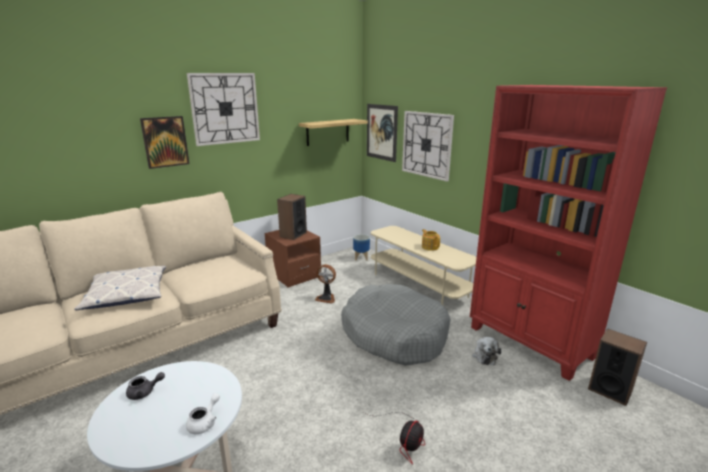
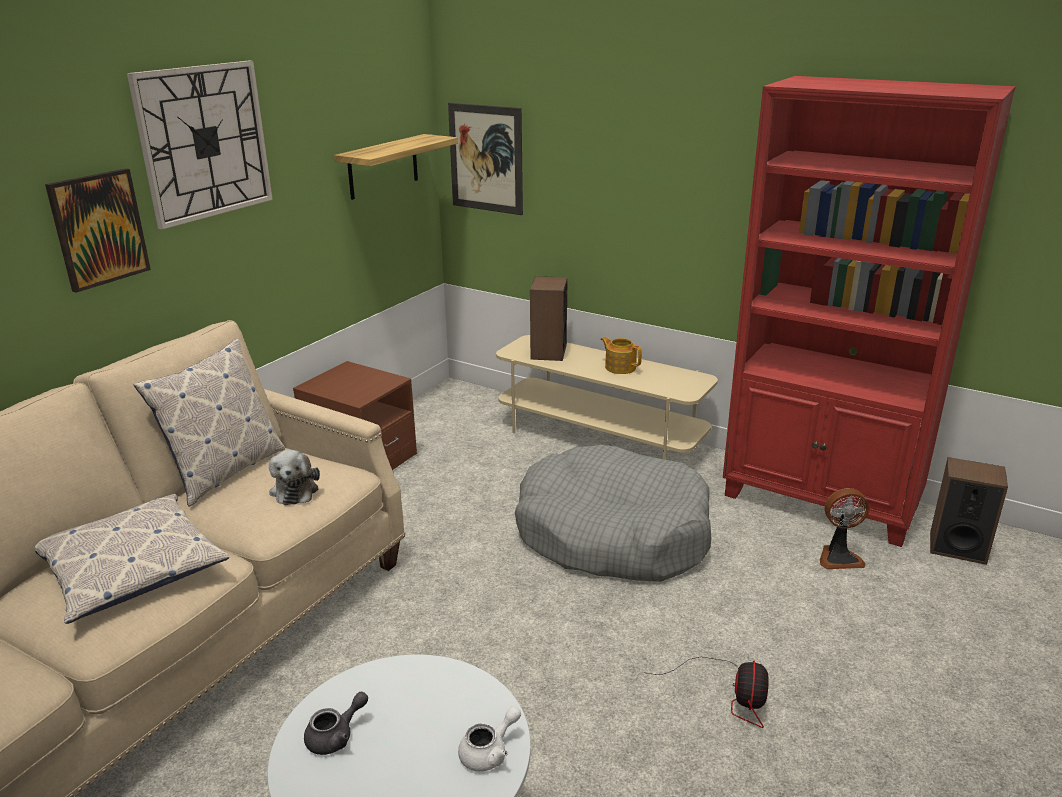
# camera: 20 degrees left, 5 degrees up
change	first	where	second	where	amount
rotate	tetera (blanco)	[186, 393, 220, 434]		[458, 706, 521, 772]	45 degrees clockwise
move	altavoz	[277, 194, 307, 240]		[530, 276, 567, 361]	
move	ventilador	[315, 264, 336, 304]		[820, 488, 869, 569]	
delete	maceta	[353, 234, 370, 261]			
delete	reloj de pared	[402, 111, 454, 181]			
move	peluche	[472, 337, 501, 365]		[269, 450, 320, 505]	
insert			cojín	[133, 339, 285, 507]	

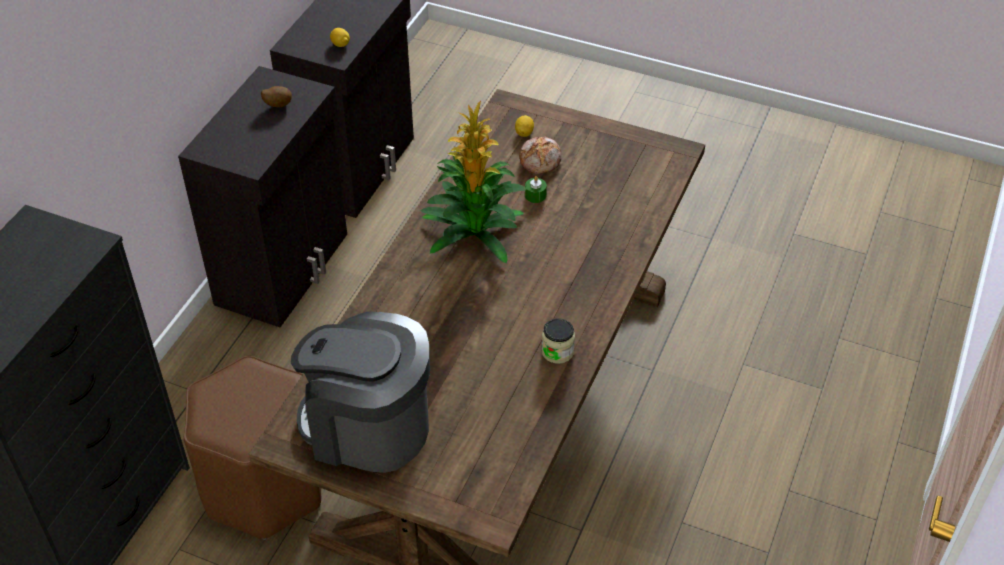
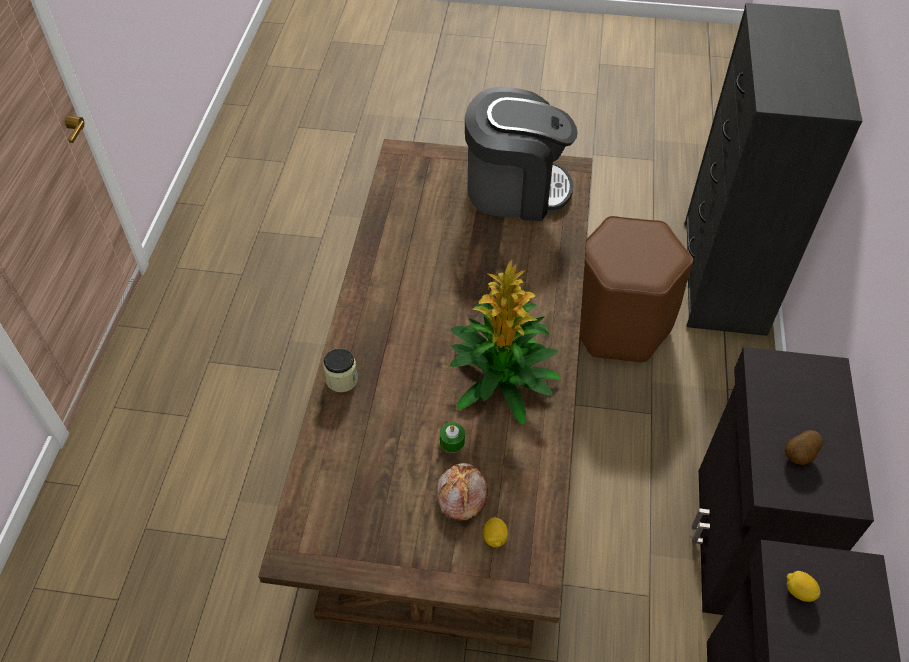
# camera: 165 degrees right, 5 degrees up
change	first	where	second	where	amount
move	tarro	[541, 318, 575, 364]		[323, 348, 358, 392]	

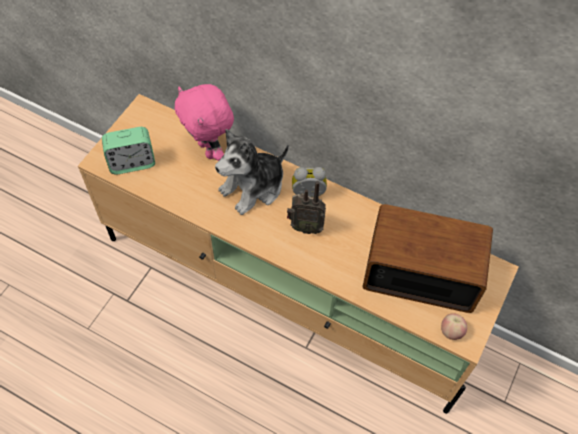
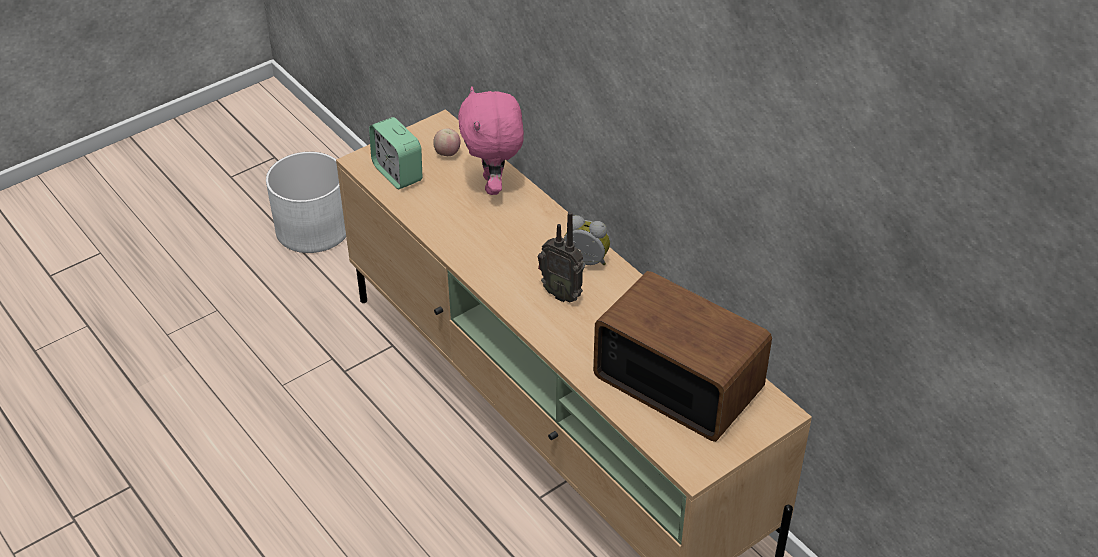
# camera: 25 degrees right, 15 degrees down
change	first	where	second	where	amount
rotate	despertador	[102, 127, 155, 175]		[369, 117, 422, 189]	45 degrees clockwise
delete	peluche	[215, 129, 289, 215]			
move	manzana	[441, 313, 467, 340]		[433, 128, 461, 156]	
insert			maceta (blanco)	[266, 152, 346, 253]	

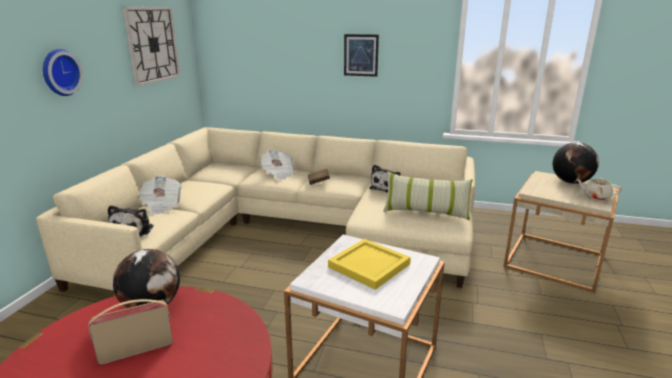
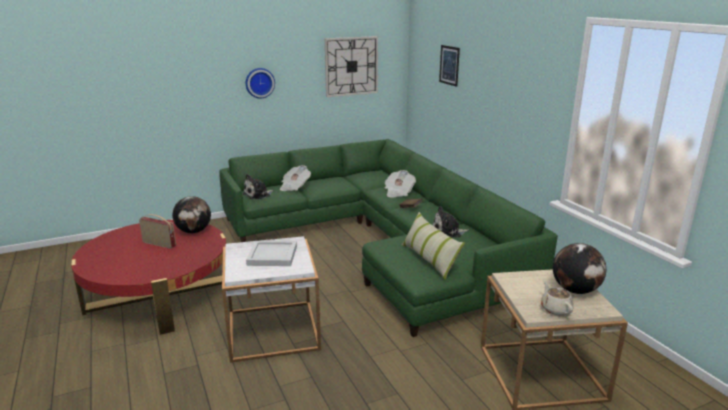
# camera: 50 degrees right, 0 degrees up
change	first	where	second	where	amount
recolor	sofá (beis)	[36, 127, 476, 292]	sofá (verde)	[219, 139, 558, 337]	
recolor	bandeja (amarillo)	[328, 239, 411, 290]	bandeja (blanco)	[246, 241, 297, 266]	
move	cuadro	[344, 34, 379, 77]		[439, 45, 460, 87]	

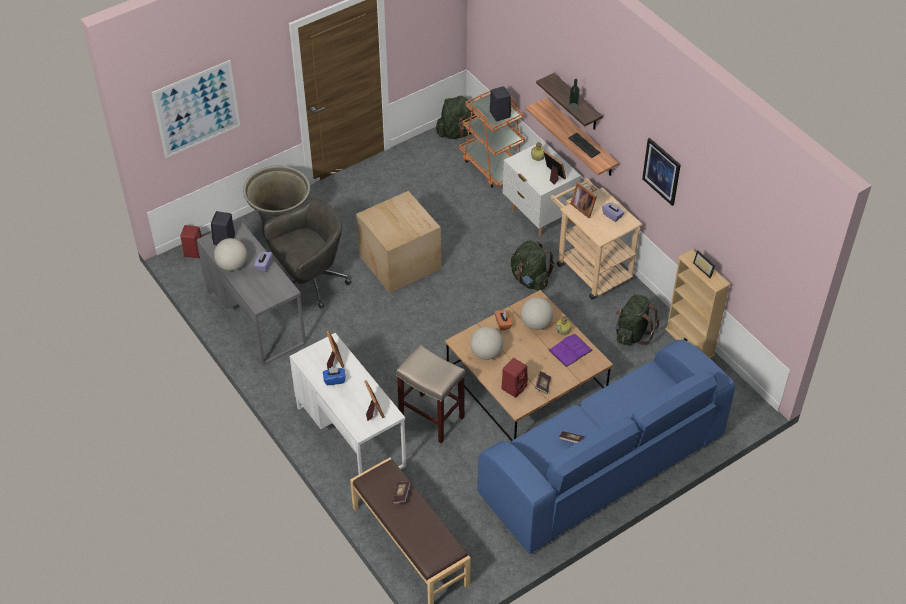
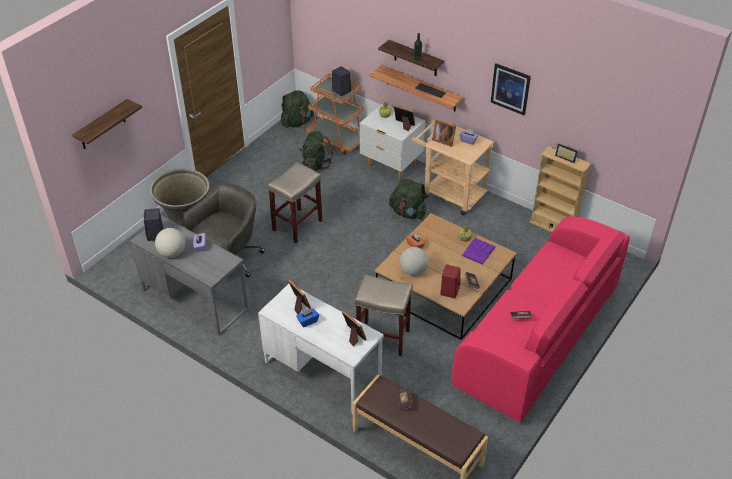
# camera: 20 degrees left, 5 degrees down
change	first	where	second	where	amount
replace	cuadro	[151, 60, 240, 158]	estante	[72, 99, 142, 149]	
delete	altavoz (rojo)	[180, 225, 202, 258]			
replace	caja de cartón	[356, 191, 441, 293]	taburete (beis)	[268, 162, 322, 243]	
recolor	sofá (azul)	[477, 340, 735, 554]	sofá (rosa)	[451, 216, 630, 423]	
delete	globo terráqueo	[521, 297, 553, 330]			
move	mochila (verde)	[616, 294, 659, 346]		[299, 131, 333, 171]	

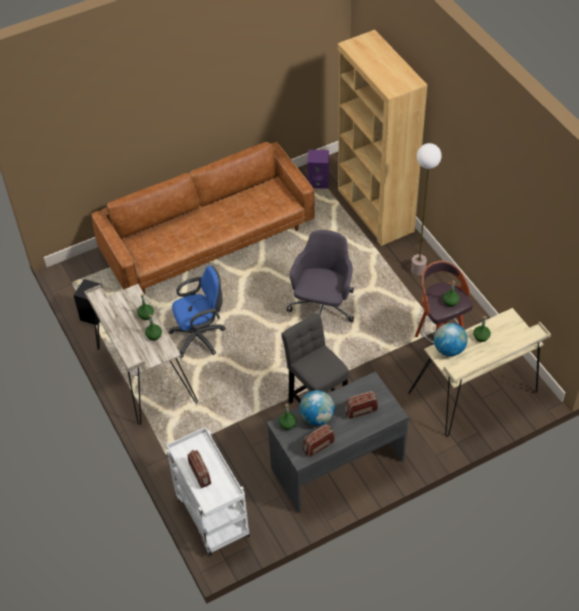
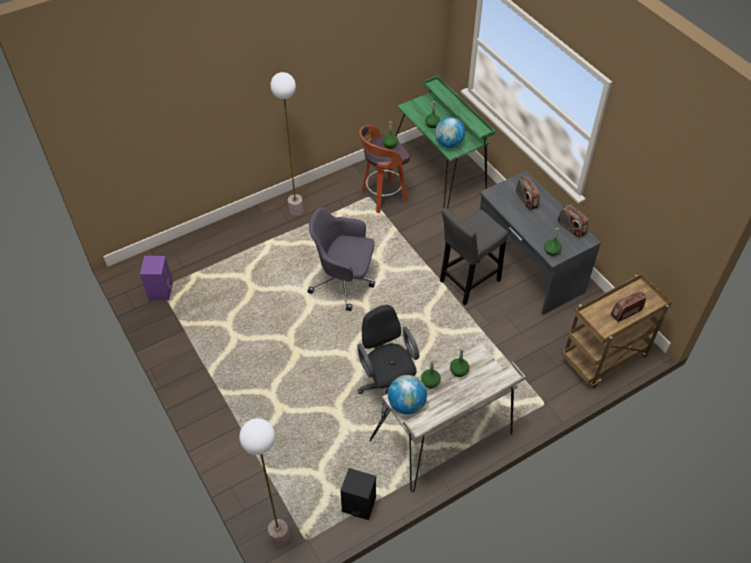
# camera: 95 degrees left, 0 degrees up
change	first	where	second	where	amount
delete	sofá (marrón)	[91, 142, 315, 294]			
recolor	carrito (blanco)	[166, 427, 250, 556]	carrito (marrón)	[561, 273, 672, 388]	
recolor	silla de oficina (azul)	[168, 266, 226, 358]	silla de oficina (negro)	[358, 305, 419, 417]	
move	globo terráqueo	[299, 390, 335, 425]		[388, 375, 427, 414]	
delete	estantería (marrón)	[338, 30, 427, 246]			
recolor	escritorio (beis)	[408, 308, 551, 437]	escritorio (verde)	[396, 76, 495, 208]	
insert			lámpara de pie	[239, 418, 289, 546]	

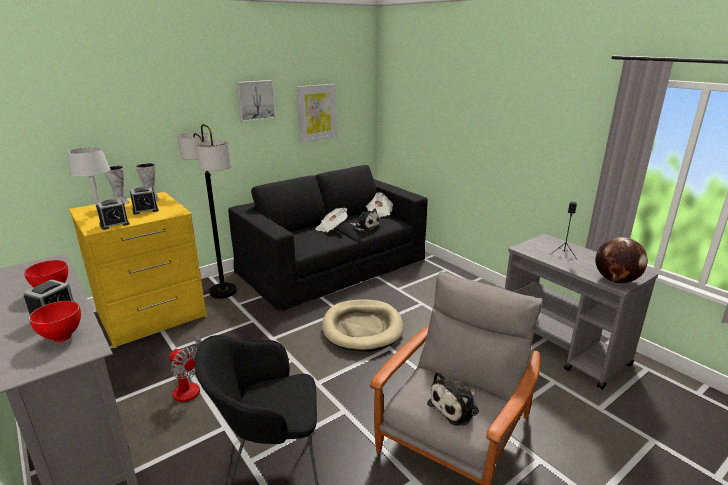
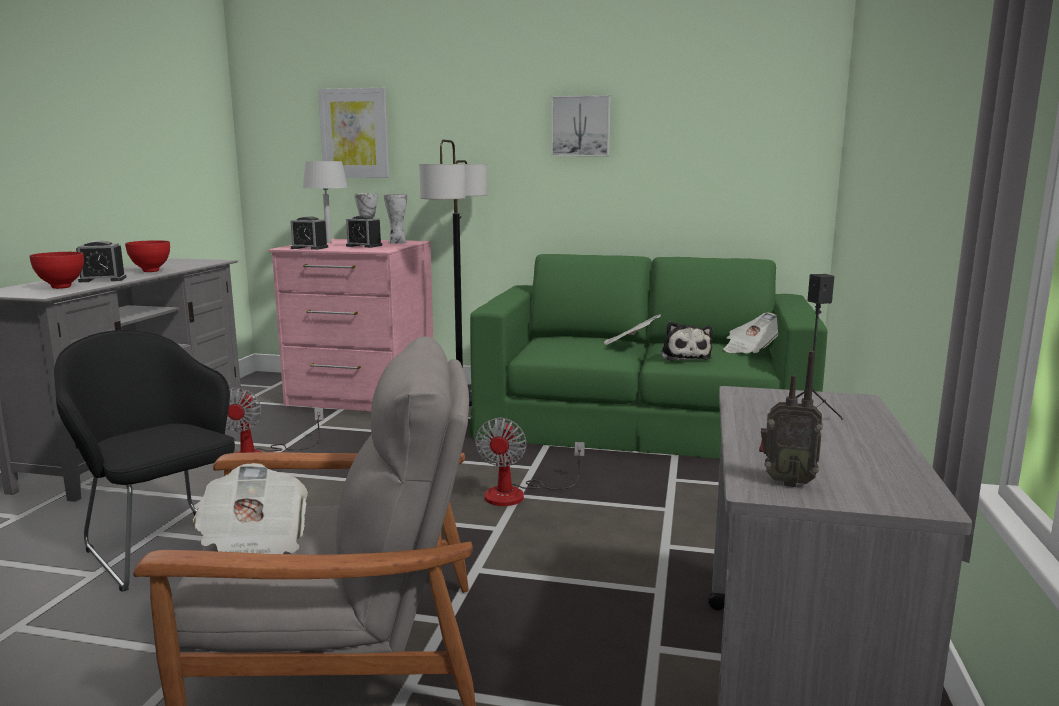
# camera: 50 degrees right, 10 degrees down
change	first	where	second	where	amount
recolor	cómoda (amarillo)	[69, 192, 207, 348]	cómoda (rosa)	[269, 239, 433, 411]	
recolor	sofá (negro)	[228, 165, 428, 311]	sofá (verde)	[470, 254, 827, 459]	
move	cuadro	[297, 84, 337, 143]		[318, 88, 389, 178]	
replace	cama para perro (beis)	[322, 299, 403, 351]	ventilador	[475, 418, 585, 506]	
replace	peluche	[427, 371, 479, 426]	periódico	[193, 463, 308, 554]	
replace	globo terráqueo	[595, 237, 648, 283]	radio	[759, 351, 823, 487]	

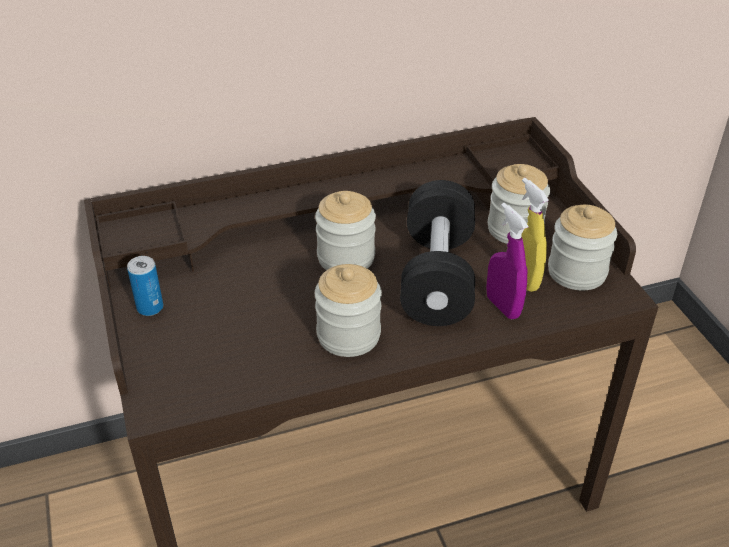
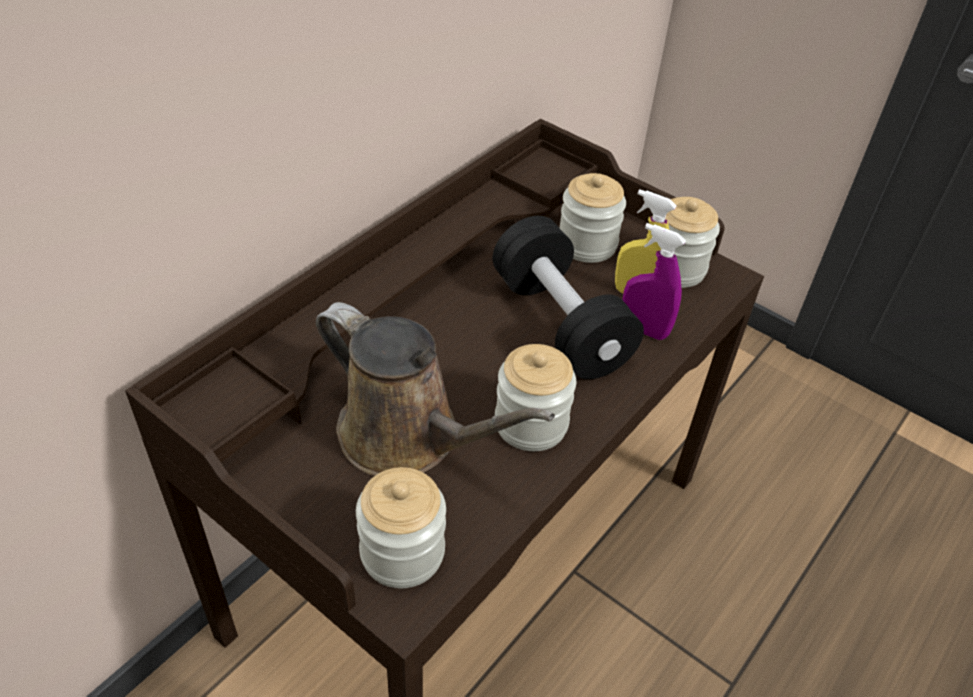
# camera: 35 degrees left, 5 degrees up
change	first	where	second	where	amount
delete	lata	[127, 256, 163, 316]			
move	tarro	[315, 191, 376, 270]		[356, 467, 446, 588]	
insert			regadera (marrón)	[316, 302, 555, 476]	

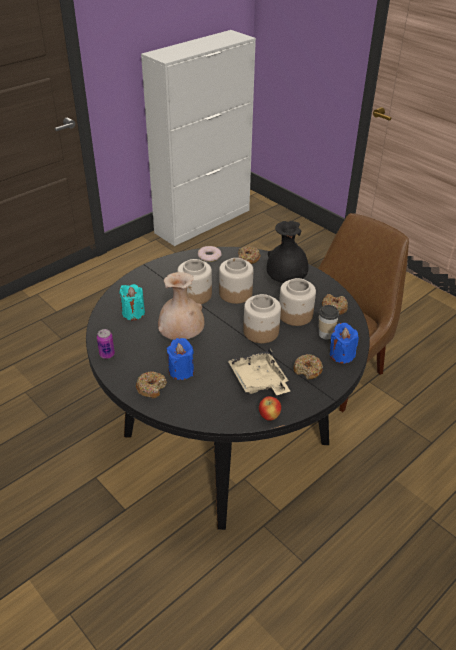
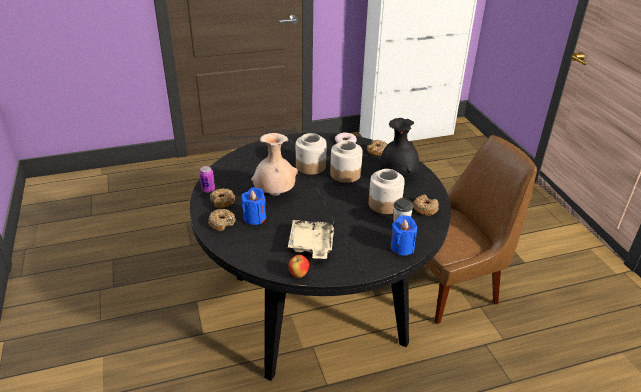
# camera: 25 degrees right, 5 degrees down
change	first	where	second	where	amount
delete	vela (turquesa)	[119, 284, 145, 320]			
delete	tarro	[243, 294, 281, 343]			
move	rosquilla	[294, 354, 323, 380]		[210, 188, 235, 208]	

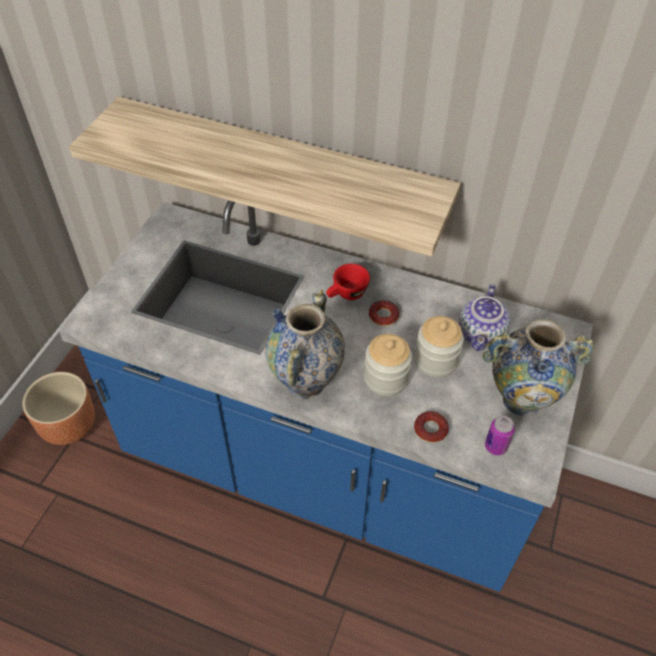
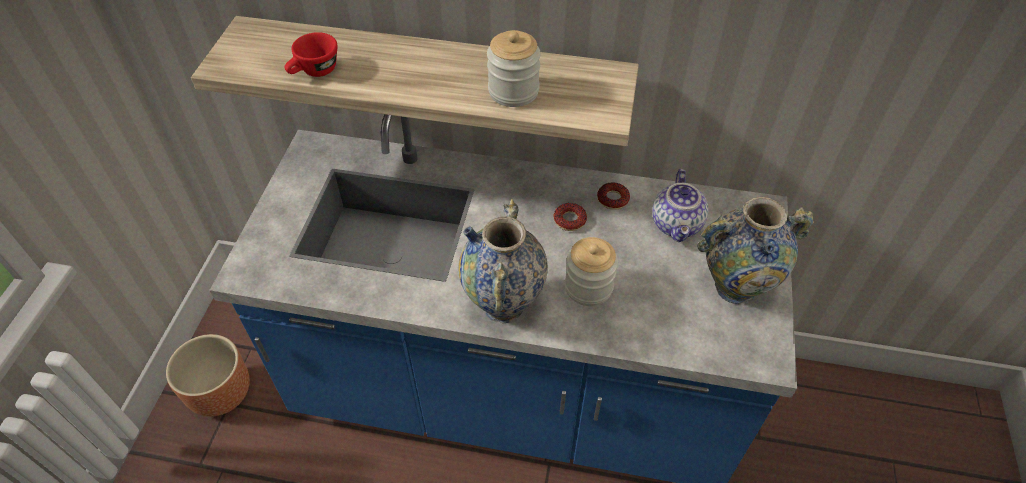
# camera: 10 degrees left, 0 degrees up
change	first	where	second	where	amount
move	taza (rojo)	[326, 264, 370, 300]		[285, 32, 337, 77]	
move	rosquilla	[414, 411, 449, 443]		[597, 182, 630, 210]	
move	tarro	[415, 316, 464, 378]		[487, 30, 541, 107]	
delete	lata	[485, 416, 515, 455]			

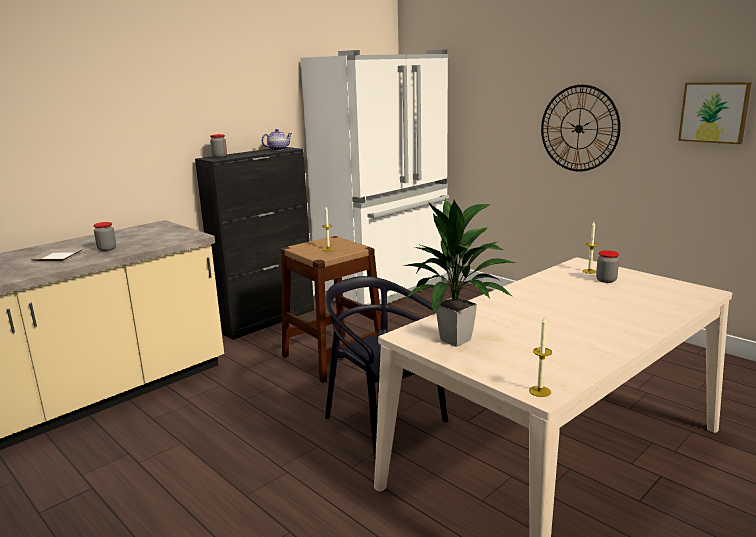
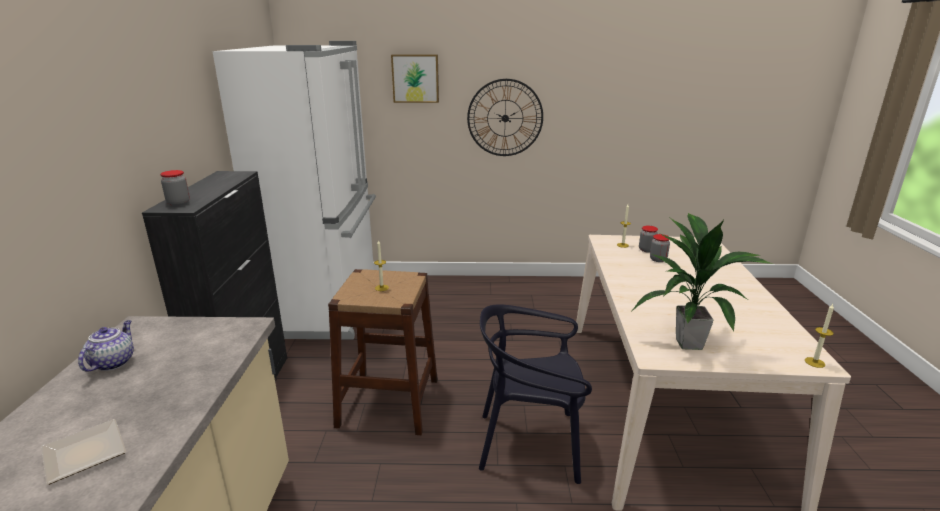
# camera: 45 degrees left, 5 degrees up
change	first	where	second	where	amount
move	tarro	[94, 222, 116, 251]		[650, 234, 670, 262]	
move	tetera	[262, 129, 292, 151]		[78, 320, 134, 372]	
move	cuadro	[678, 82, 752, 144]		[391, 54, 439, 103]	

